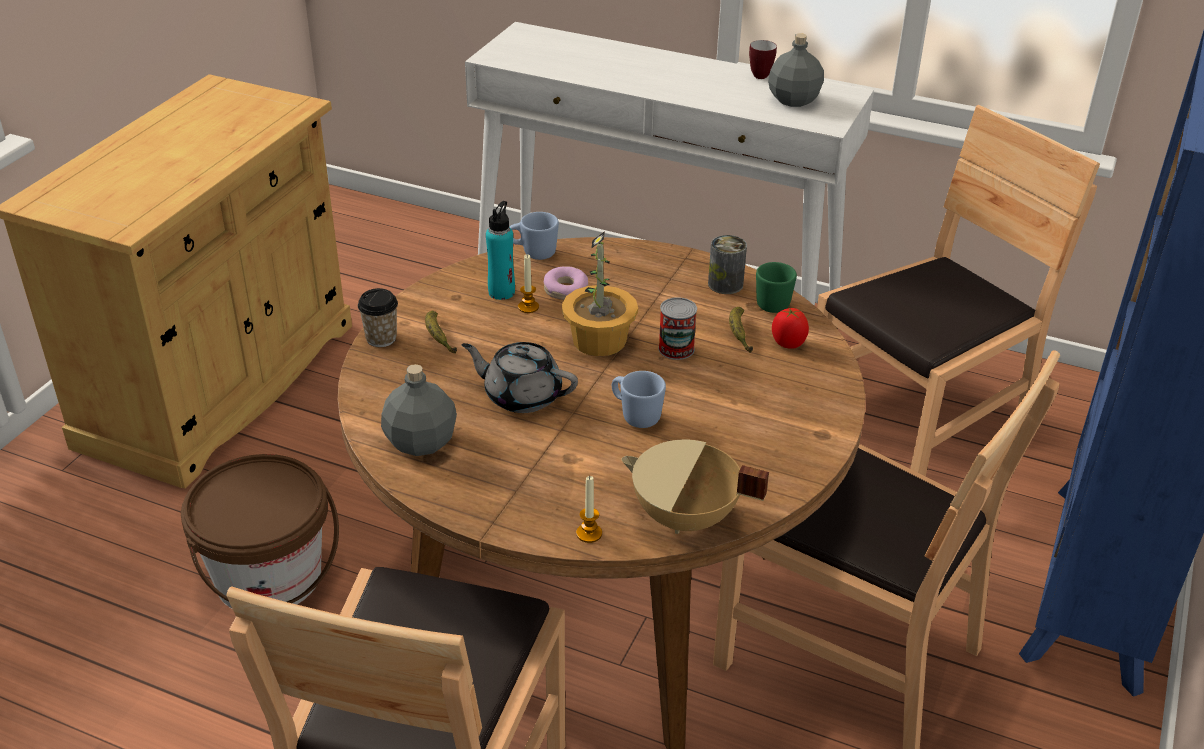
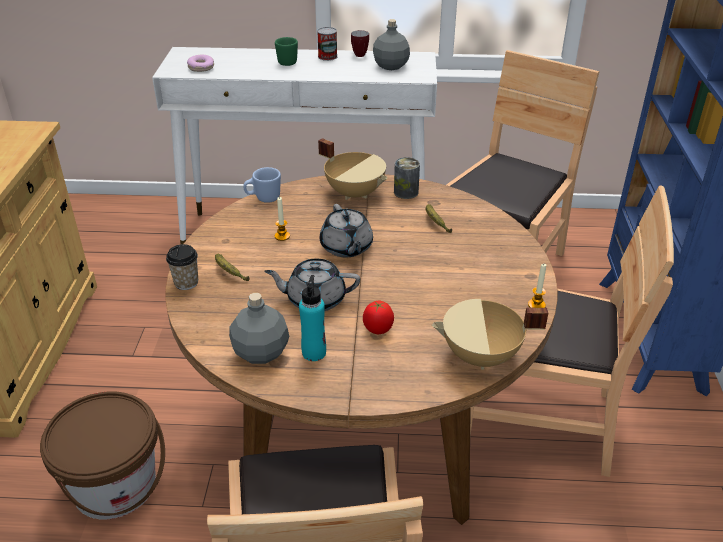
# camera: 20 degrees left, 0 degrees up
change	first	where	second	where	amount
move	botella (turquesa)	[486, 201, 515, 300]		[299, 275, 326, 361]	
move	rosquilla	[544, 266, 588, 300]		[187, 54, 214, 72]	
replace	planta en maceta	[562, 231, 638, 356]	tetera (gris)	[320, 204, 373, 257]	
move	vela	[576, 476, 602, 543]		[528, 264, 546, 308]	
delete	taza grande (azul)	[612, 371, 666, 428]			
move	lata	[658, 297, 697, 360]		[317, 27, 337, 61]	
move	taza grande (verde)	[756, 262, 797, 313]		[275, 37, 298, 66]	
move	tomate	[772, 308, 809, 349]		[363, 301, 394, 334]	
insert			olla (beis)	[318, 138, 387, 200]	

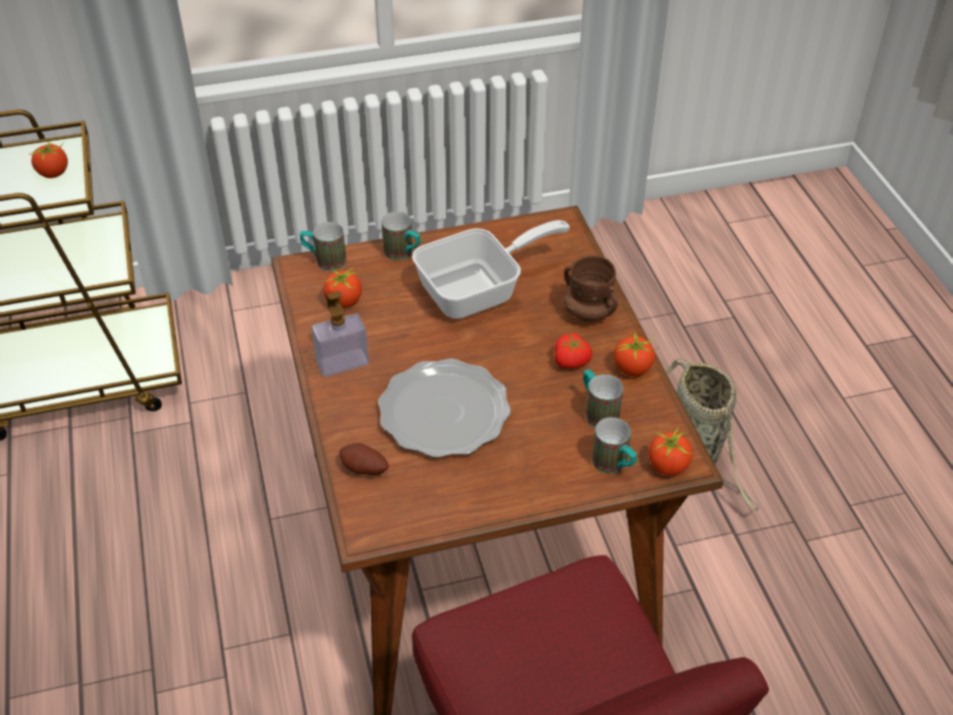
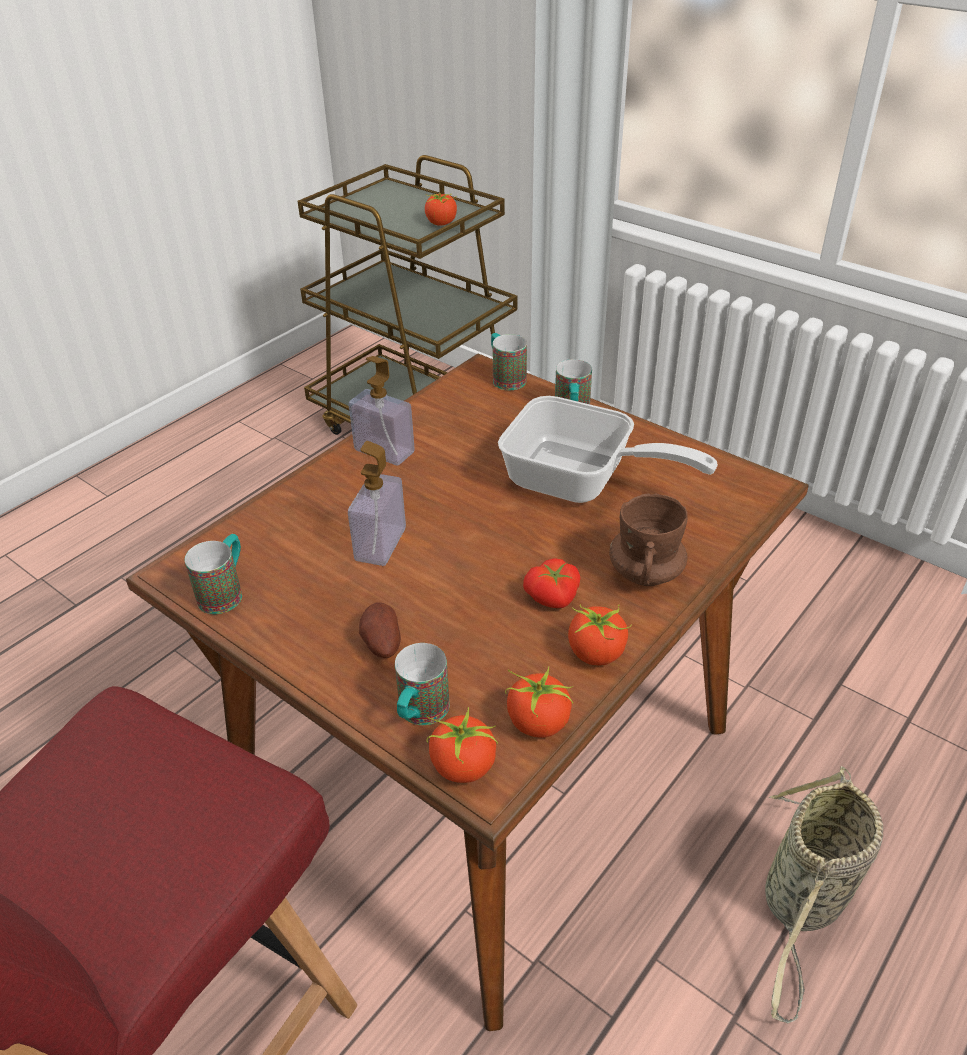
# camera: 55 degrees right, 5 degrees down
change	first	where	second	where	amount
move	tomate	[320, 267, 362, 308]		[505, 666, 573, 738]	
move	patata	[339, 443, 389, 475]		[359, 602, 401, 658]	
replace	plato	[378, 359, 511, 458]	dispensador de jabón	[348, 441, 406, 566]	
move	taza grande	[583, 370, 623, 427]		[185, 534, 242, 614]	

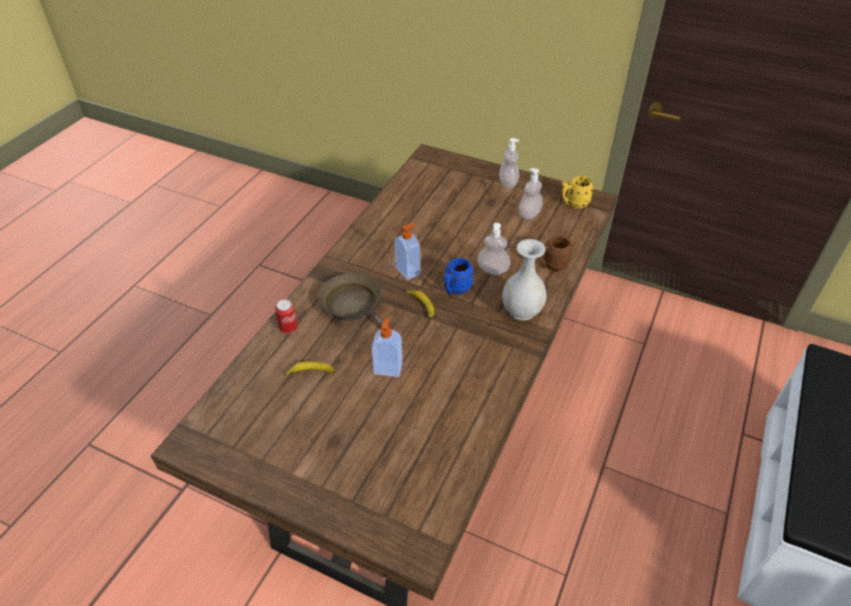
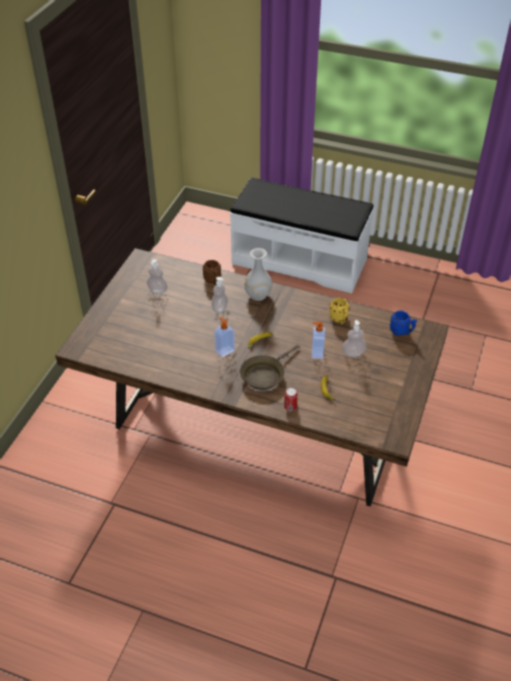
# camera: 95 degrees left, 0 degrees up
change	first	where	second	where	amount
move	taza grande (azul)	[444, 258, 474, 296]		[390, 311, 417, 336]	
move	dispensador de jabón	[499, 138, 519, 188]		[342, 320, 366, 357]	
move	taza grande (amarillo)	[561, 176, 594, 209]		[329, 298, 349, 324]	

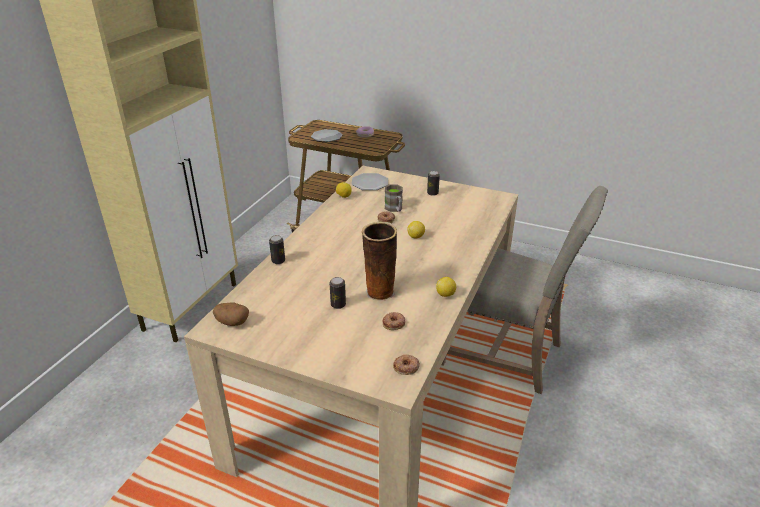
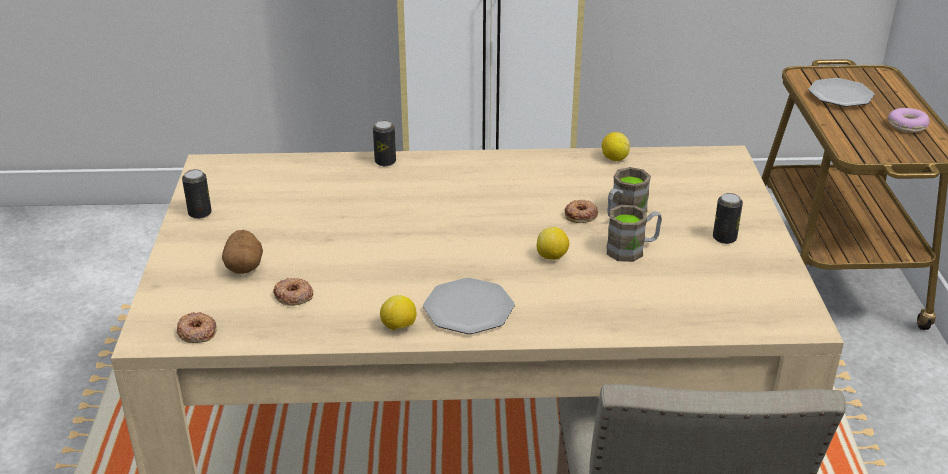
# camera: 65 degrees right, 0 degrees up
change	first	where	second	where	amount
move	patata	[213, 303, 249, 326]		[222, 230, 263, 274]	
move	lata	[330, 277, 346, 309]		[182, 169, 212, 219]	
move	plato	[351, 173, 388, 190]		[423, 278, 515, 334]	
delete	florero	[362, 222, 397, 301]			
insert			taza grande (marrón)	[607, 205, 662, 262]	

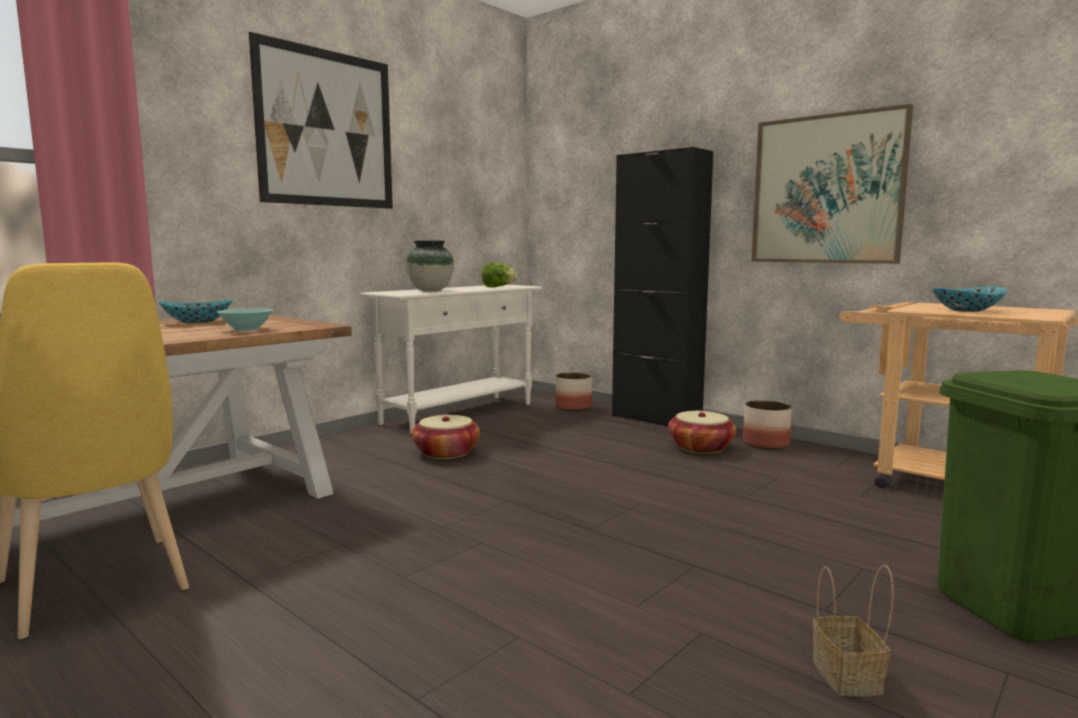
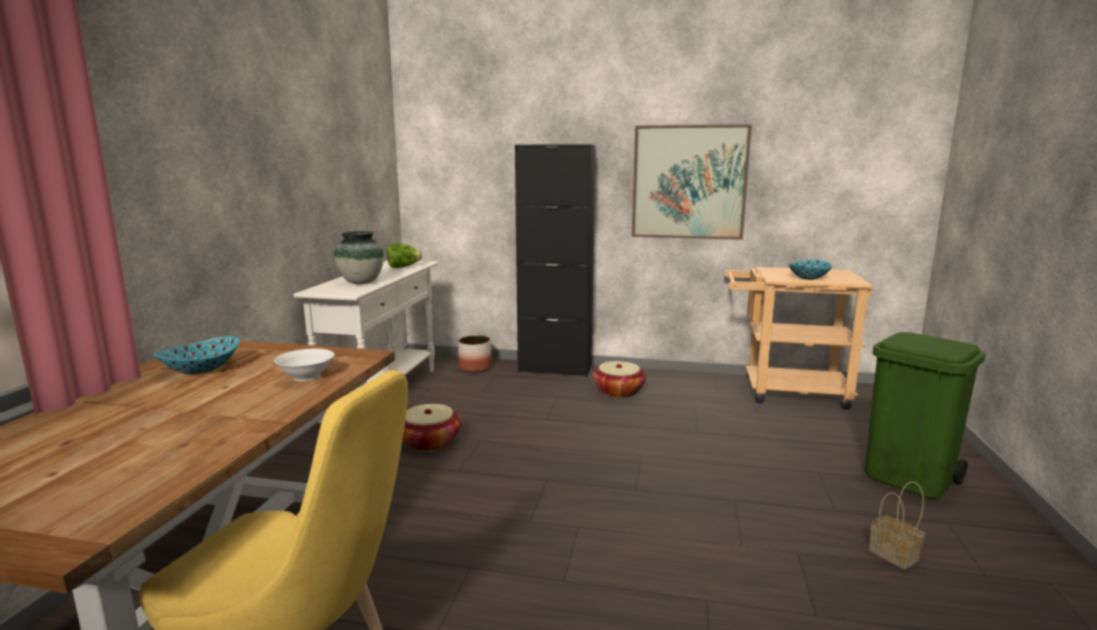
# camera: 30 degrees left, 5 degrees up
change	first	where	second	where	amount
recolor	cuenco (turquesa)	[217, 308, 273, 331]	cuenco (blanco)	[274, 349, 334, 381]	
delete	cuadro	[249, 32, 393, 209]			
delete	maceta	[743, 400, 792, 450]			

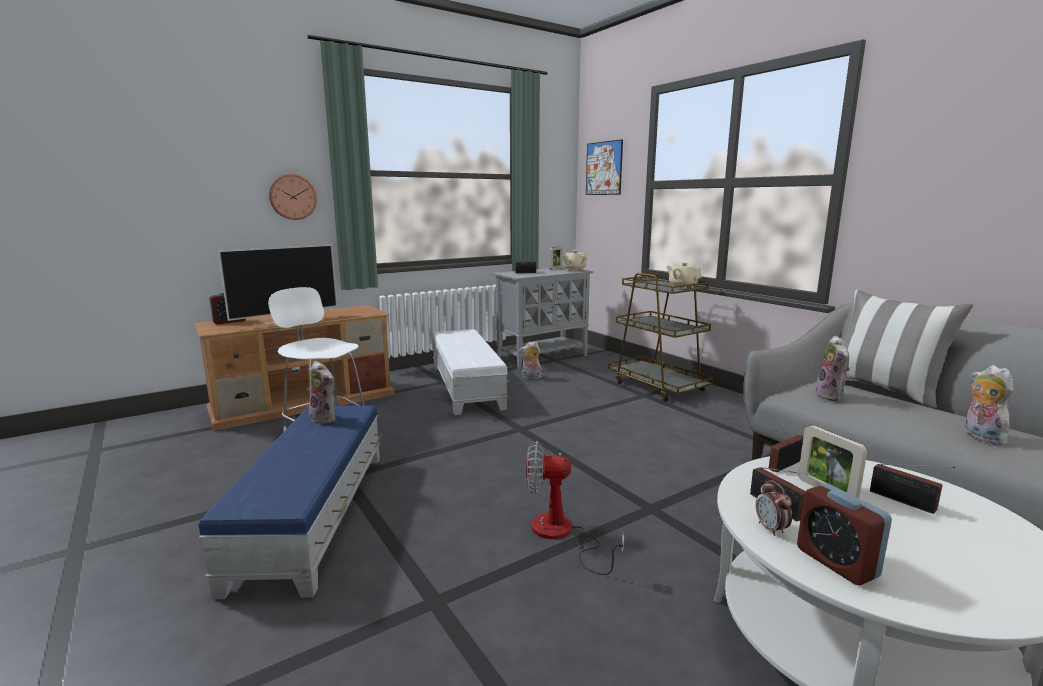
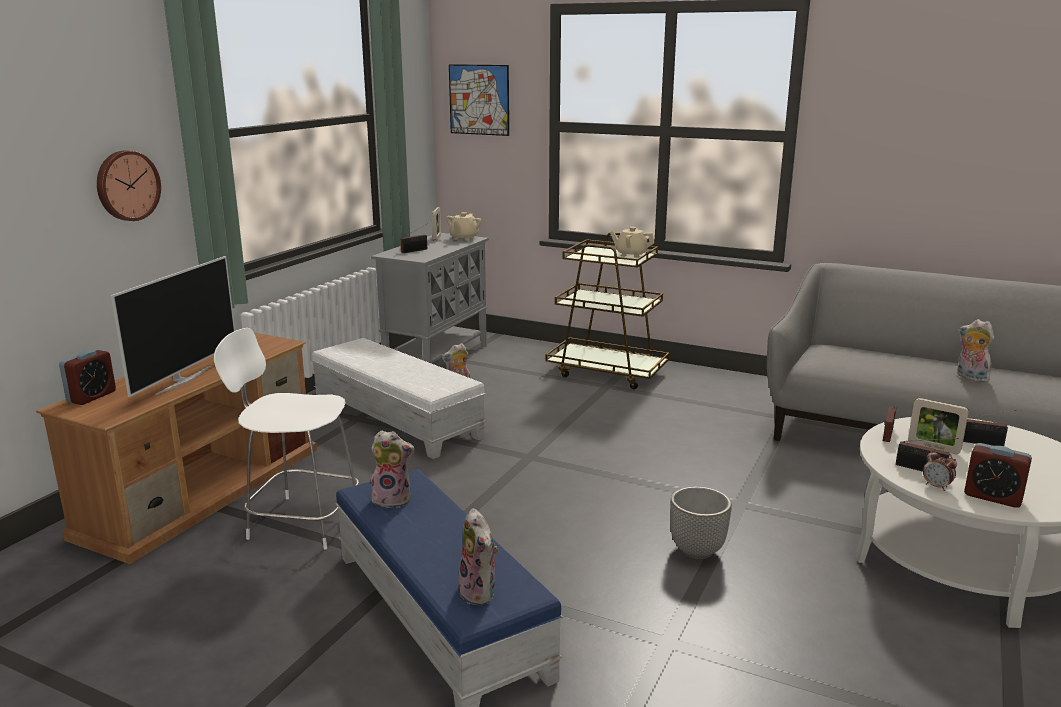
# camera: 30 degrees left, 5 degrees up
change	first	where	second	where	amount
replace	ventilador	[526, 441, 625, 575]	maceta	[670, 486, 732, 559]	
move	peluche	[815, 335, 850, 401]		[458, 508, 499, 605]	
delete	cojín	[844, 290, 973, 409]			

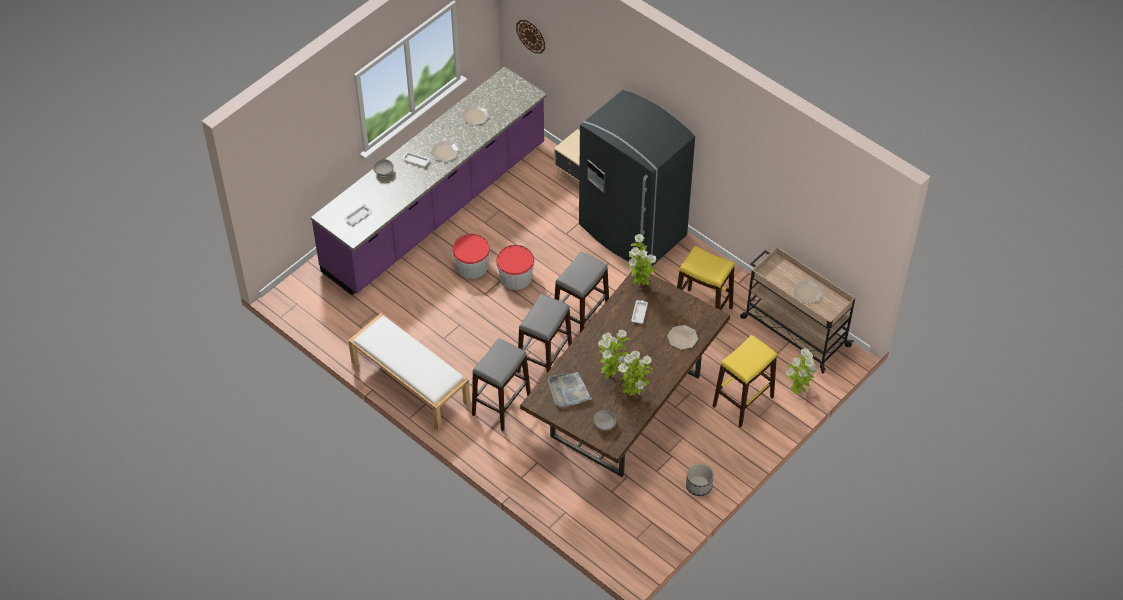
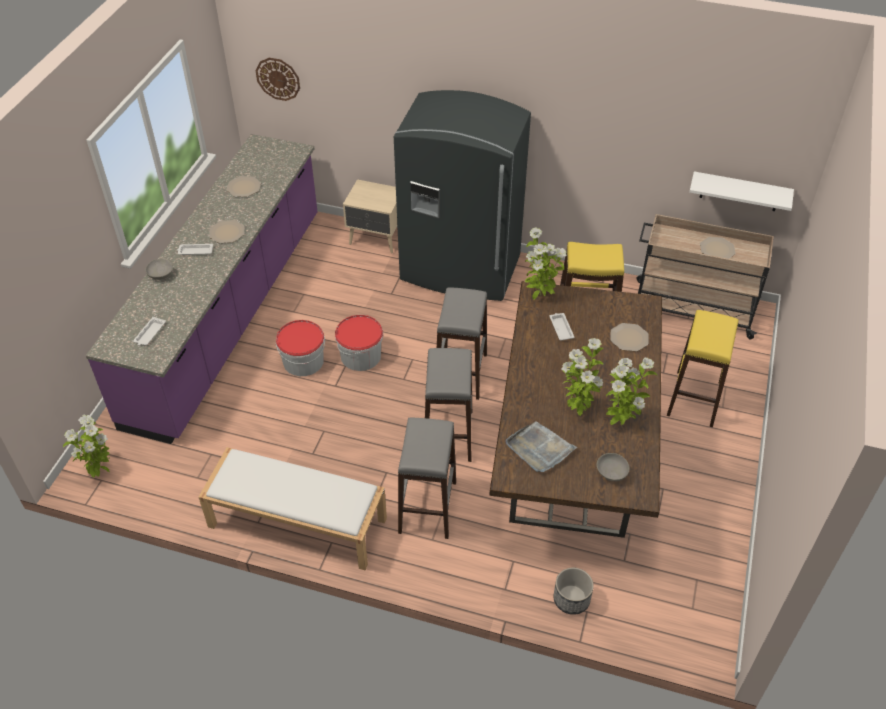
# camera: 25 degrees left, 5 degrees down
change	first	where	second	where	amount
move	maceta	[686, 463, 714, 496]		[553, 568, 594, 615]	
move	planta en maceta	[786, 348, 817, 394]		[63, 415, 110, 478]	
insert			estante (blanco)	[689, 171, 794, 211]	

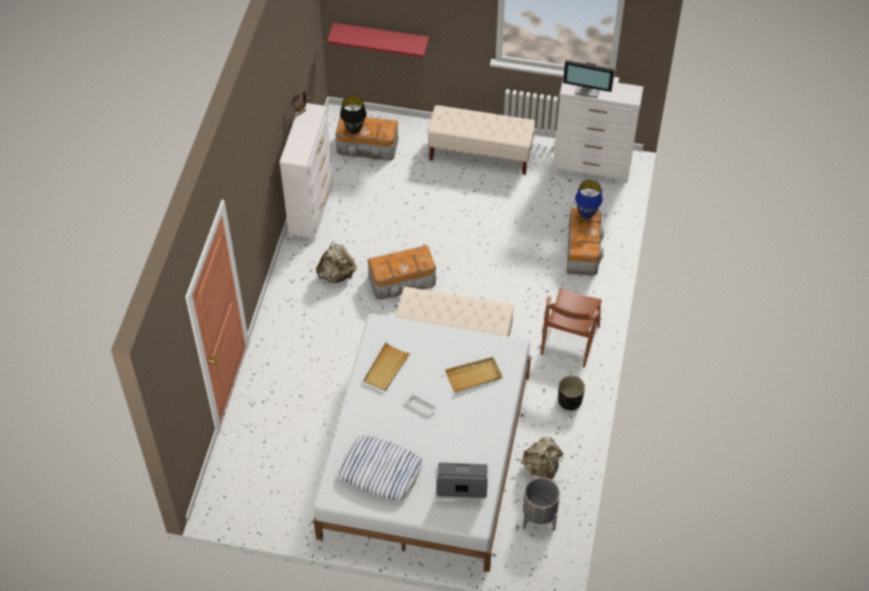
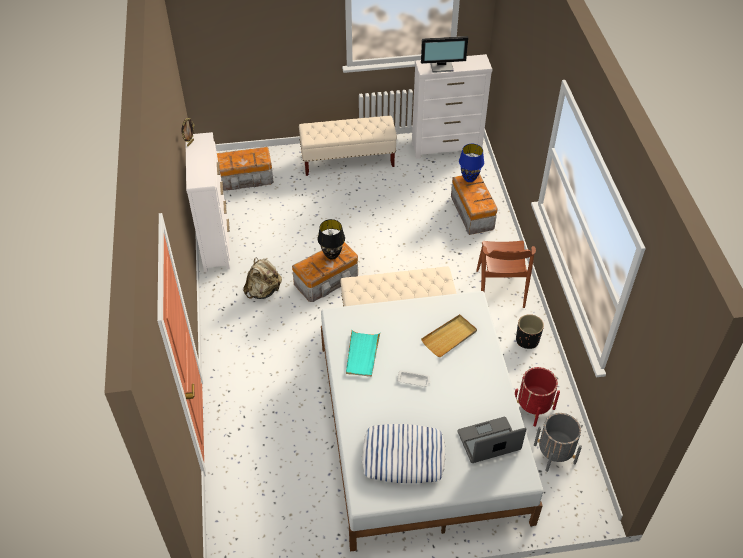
# camera: 20 degrees left, 5 degrees down
change	first	where	second	where	amount
delete	estante (rojo)	[327, 23, 429, 58]			
move	lámpara de mesa (negro)	[340, 96, 367, 134]		[318, 219, 345, 260]	
recolor	bandeja (beis)	[363, 342, 410, 391]	bandeja (turquesa)	[346, 330, 380, 377]	
replace	mochila (beis)	[521, 437, 563, 479]	maceta (rojo)	[515, 367, 560, 427]	

